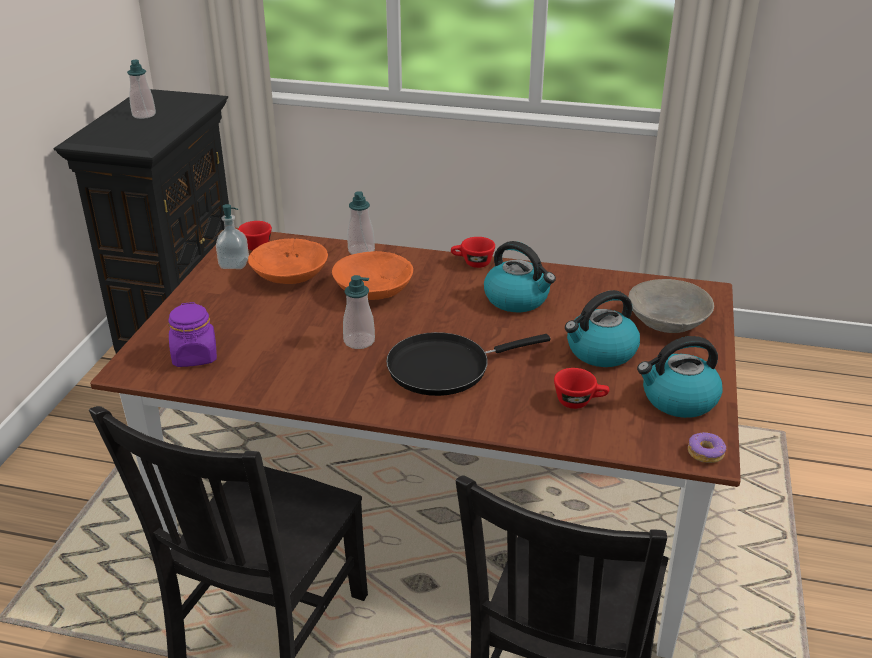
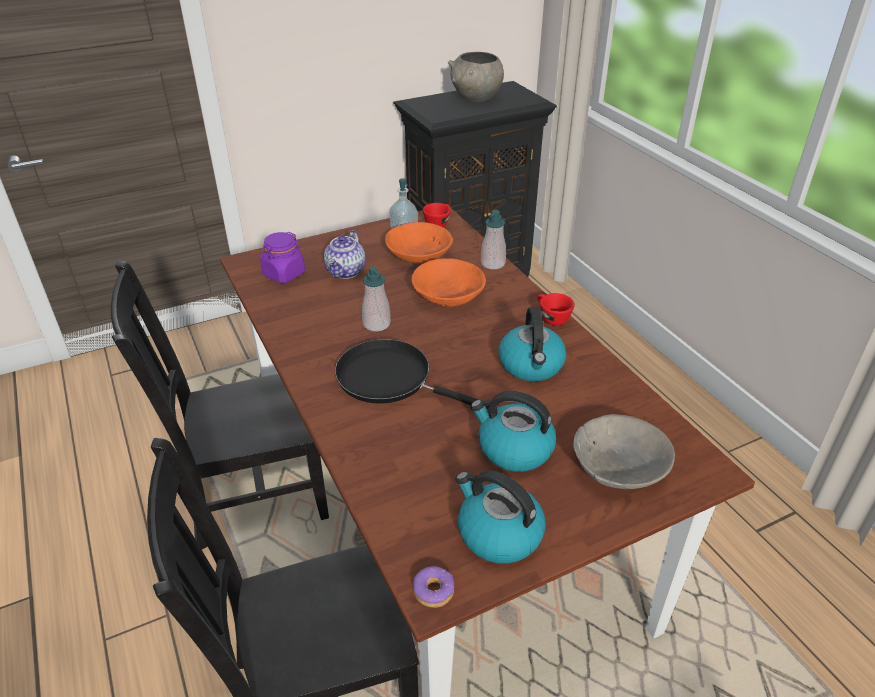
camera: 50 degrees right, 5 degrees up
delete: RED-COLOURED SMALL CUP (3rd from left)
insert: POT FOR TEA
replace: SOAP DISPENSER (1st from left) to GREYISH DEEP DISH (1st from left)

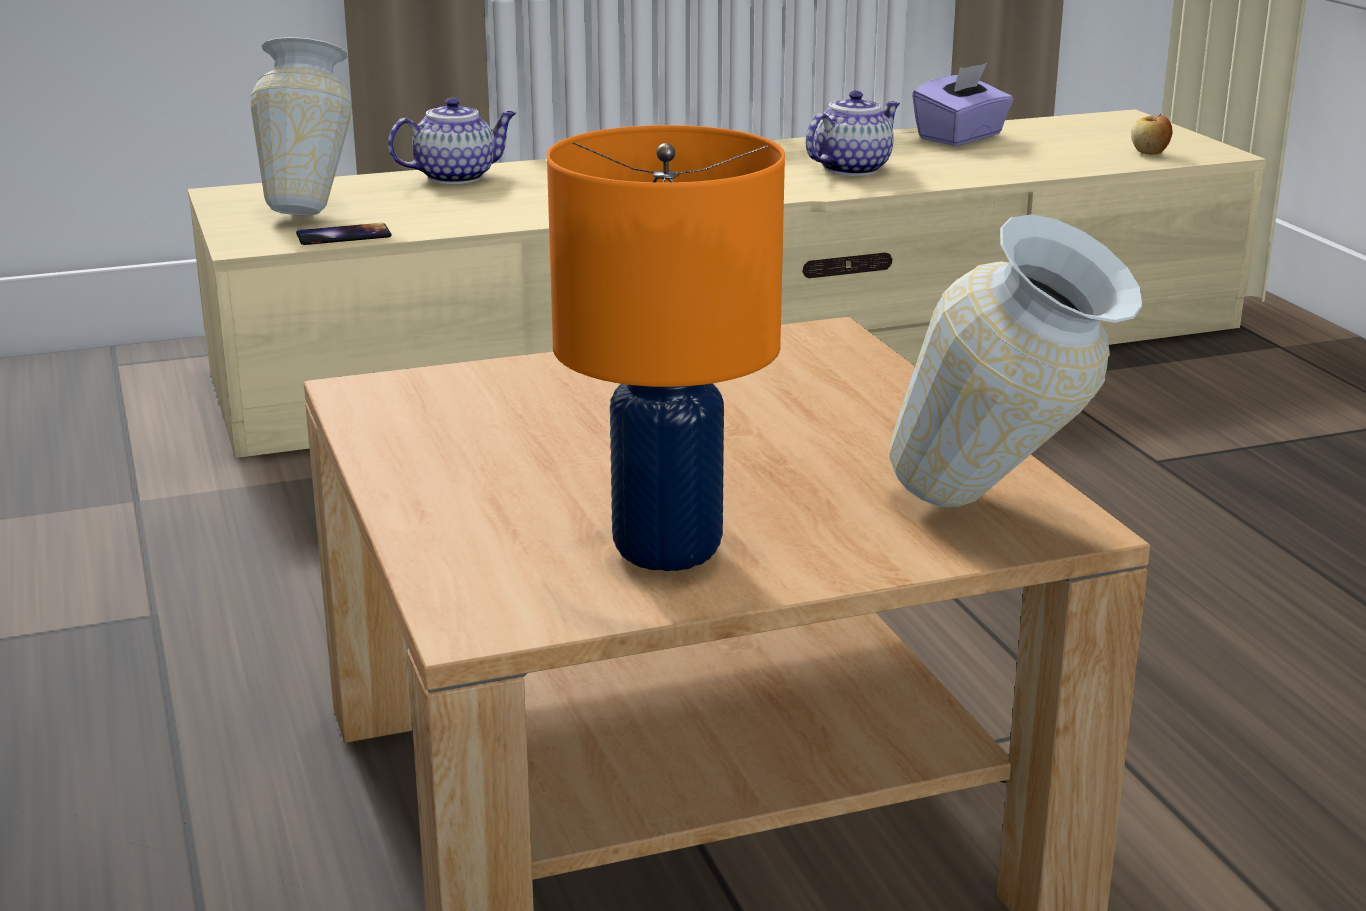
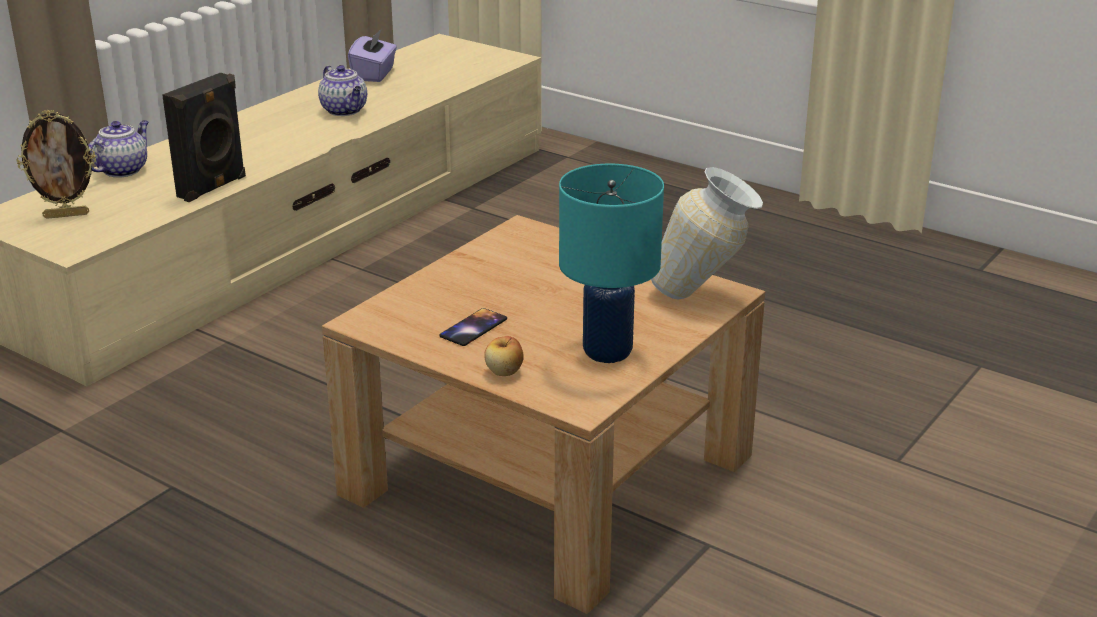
camera: 35 degrees left, 5 degrees up
insert: BLACK-COLOURED LOUDSPEAKER
move: APPLE; TELEPHONE
replace: FLOWER VASE (1st from left) to PHOTO FRAME
recolor: ORANGE TABLE LAMP to TURQUOISE TABLE LAMP
rotate: POT FOR TEA (2nd from left) 135 degrees clockwise

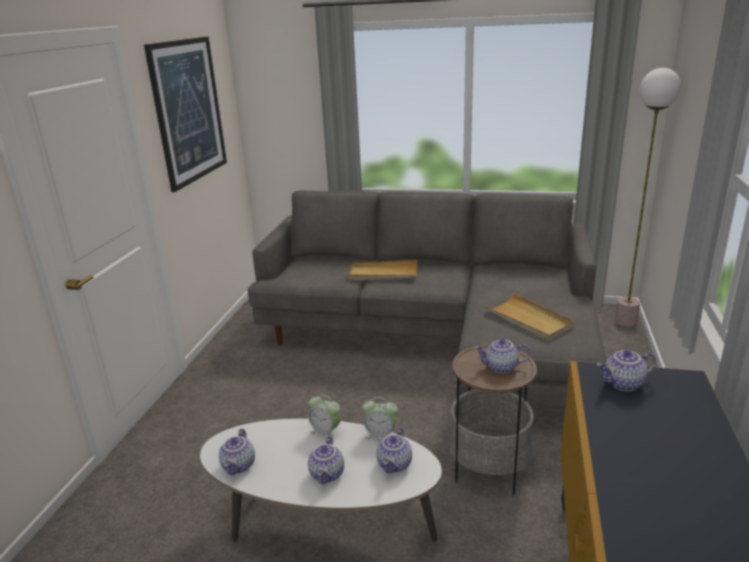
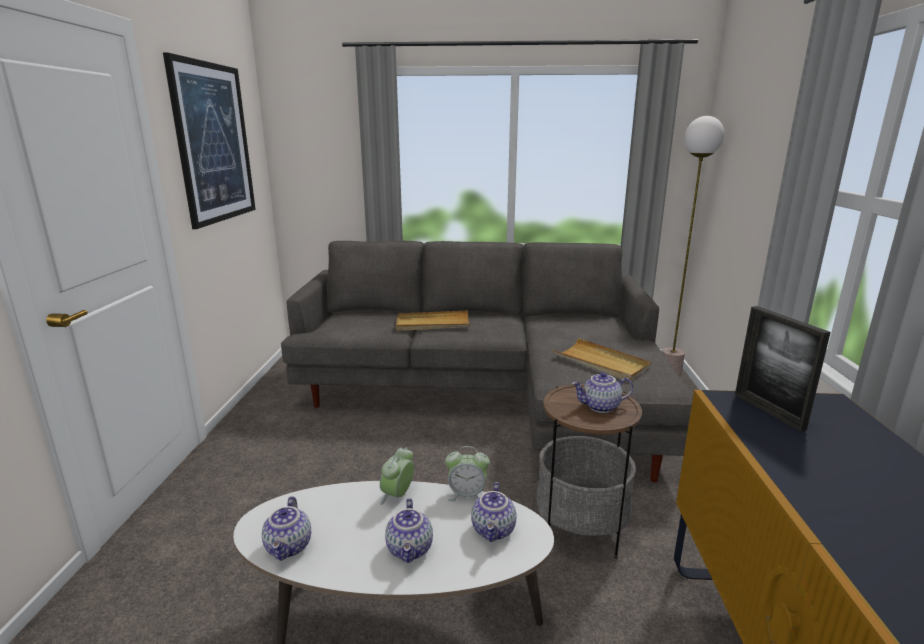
camera: 10 degrees left, 5 degrees down
replace: POT FOR TEA (5th from left) to PHOTO FRAME
rotate: BEDSIDE CLOCK (1st from left) 90 degrees clockwise

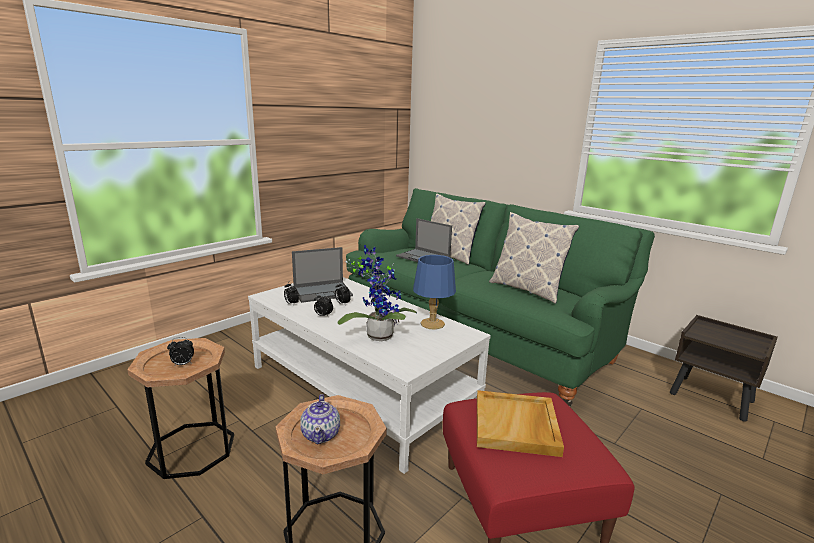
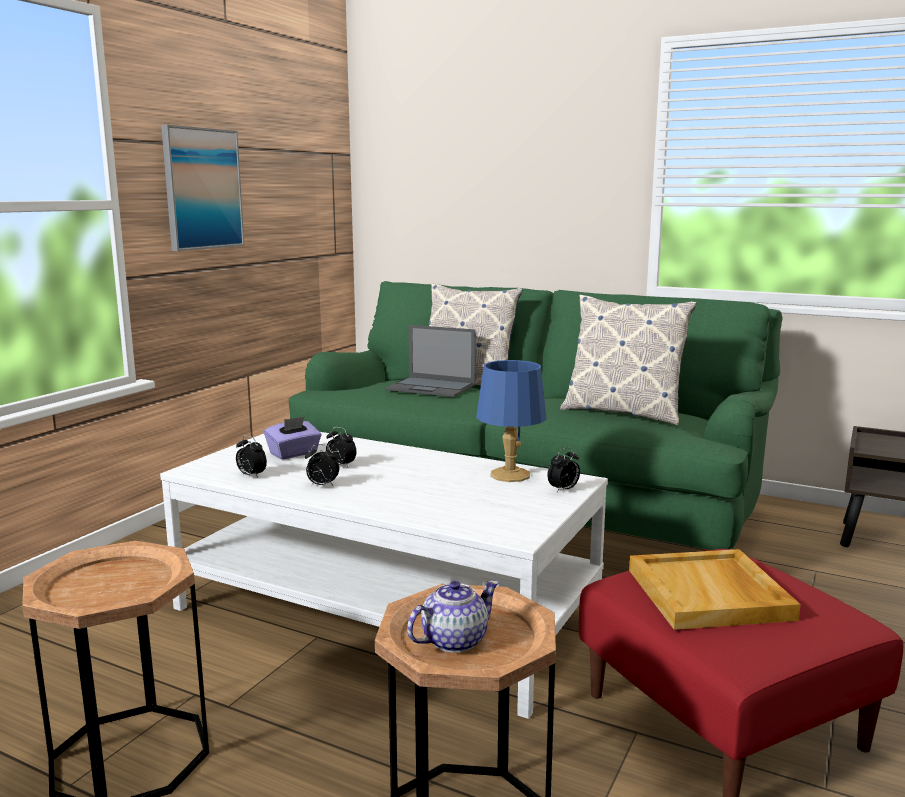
camera: 15 degrees left, 5 degrees down
delete: POTTED PLANT
insert: PICTURE
move: BEDSIDE CLOCK (1st from left in the first image) to BEDSIDE CLOCK (4th from left)
replace: NOTEBOOK COMPUTER (1st from left) to PURPLE TISSUE BOX
rotate: POT FOR TEA 105 degrees counterclockwise

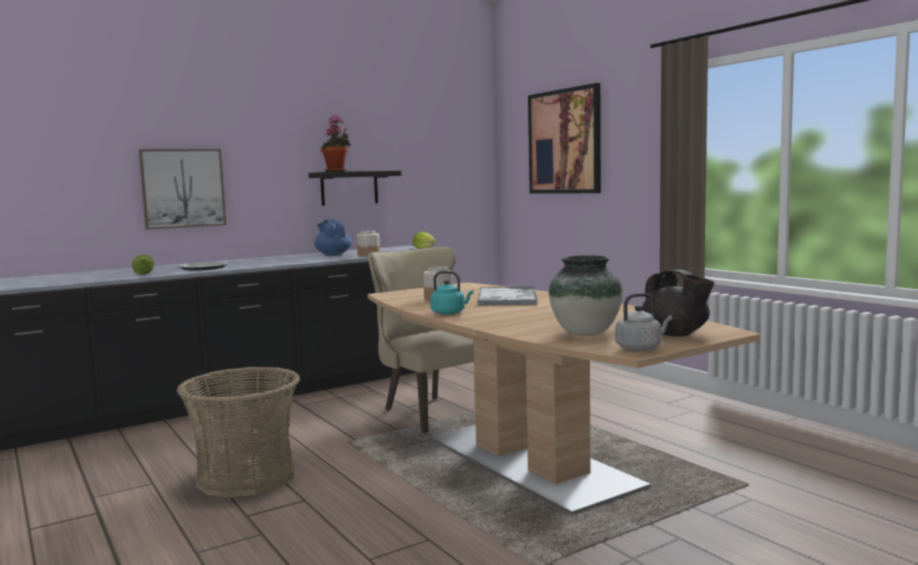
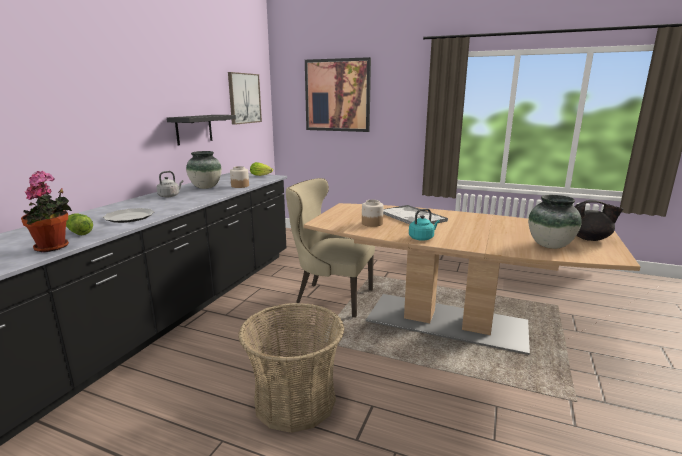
camera: 35 degrees left, 10 degrees up
move: POTTED PLANT; PICTURE (1st from left); GREYISH KETTLE
replace: BLUE-COLOURED POT FOR TEA to FLOWER VASE (1st from left)

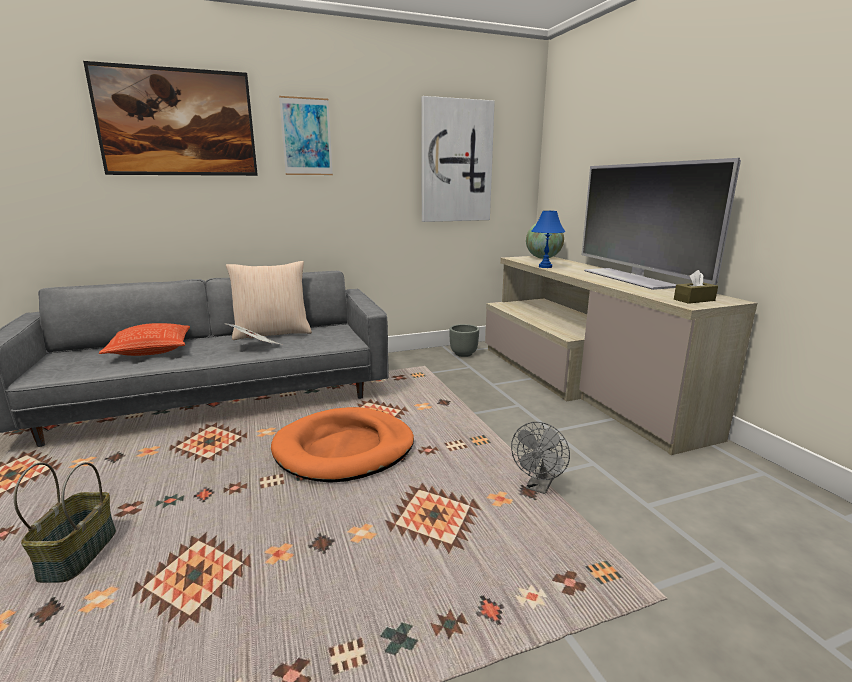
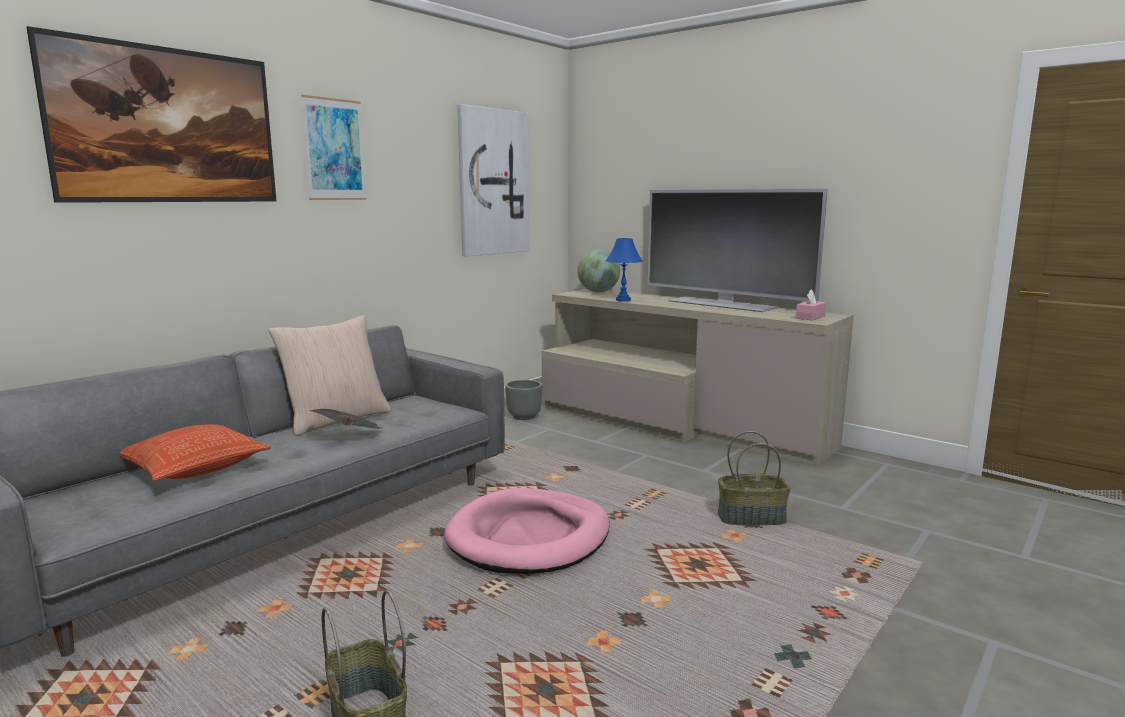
camera: 30 degrees left, 5 degrees down
replace: GREYISH COOLING FAN to BASKET (2nd from left)
recolor: BROWN-COLOURED TISSUE BOX to PINKISH TISSUE BOX; ORANGE PET BED to PINKISH PET BED

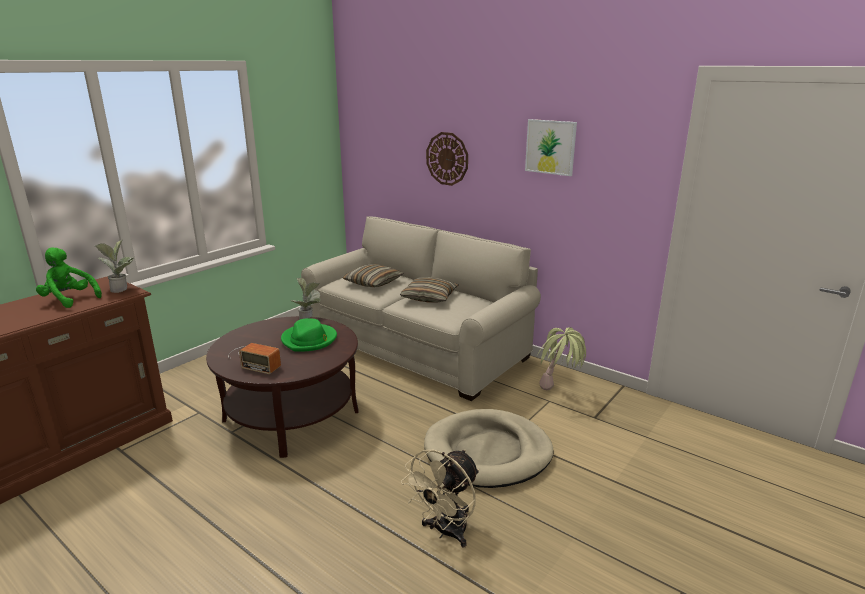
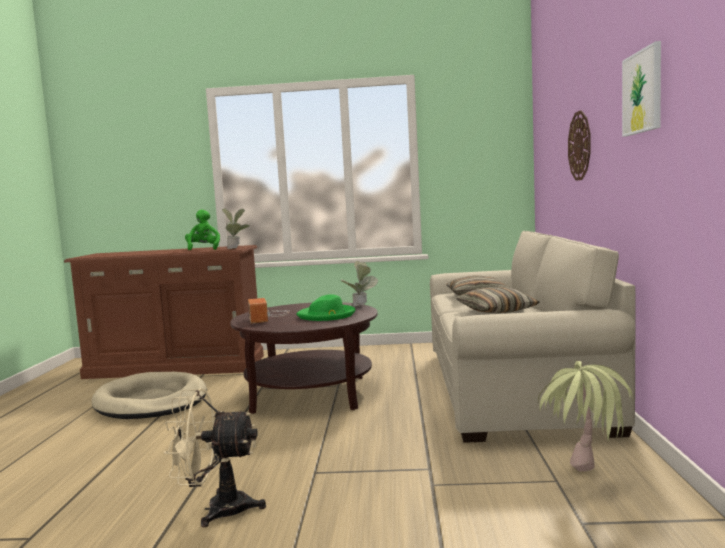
camera: 55 degrees right, 15 degrees down
move: SAND-COLOURED PET BED

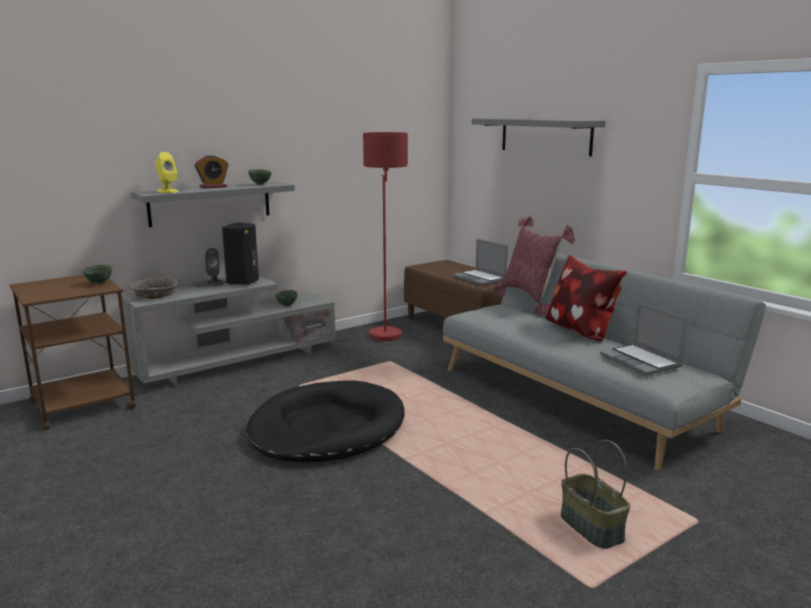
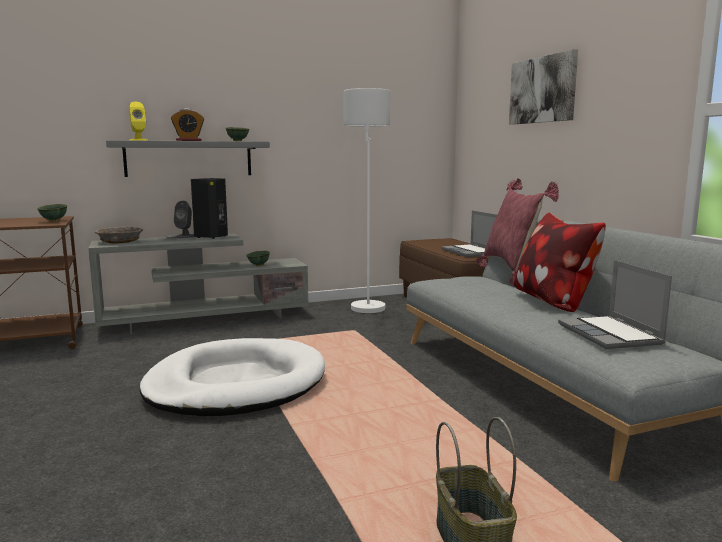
camera: 15 degrees right, 5 degrees down
replace: GREYISH WALL SHELF (2nd from left) to PICTURE
recolor: RED-COLOURED STANDARD LAMP to WHITE-COLOURED STANDARD LAMP; BLACK-COLOURED PET BED to WHITE-COLOURED PET BED

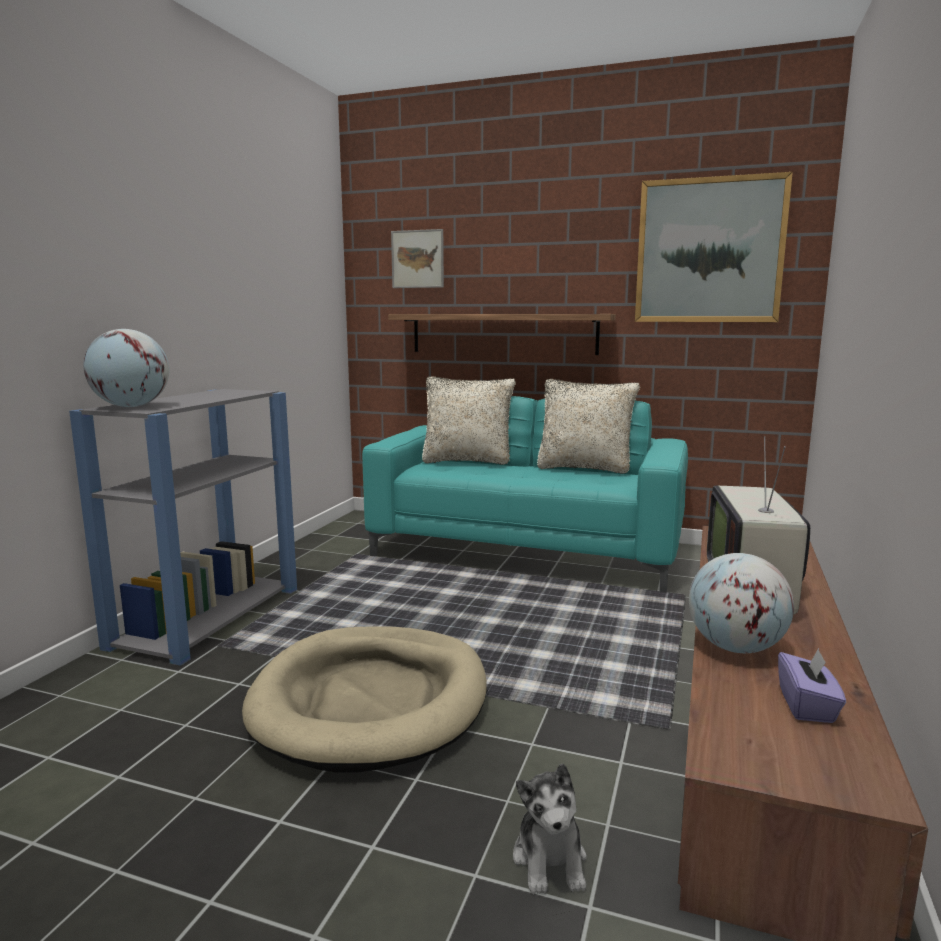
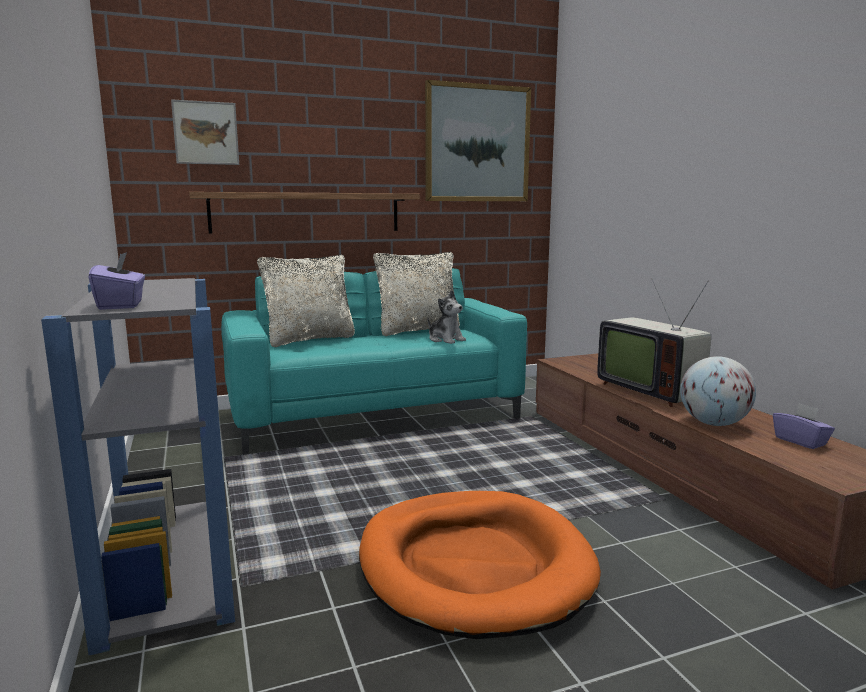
camera: 40 degrees left, 0 degrees up
move: CUDDLY TOY
replace: DESK GLOBE (1st from left) to PURPLE TISSUE BOX (1st from left)
recolor: SAND-COLOURED PET BED to ORANGE PET BED

